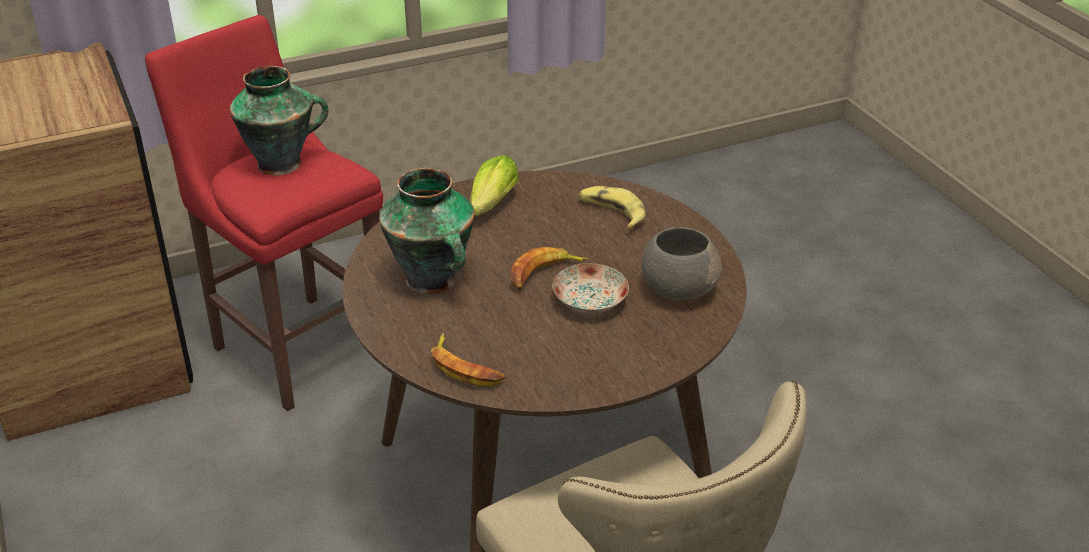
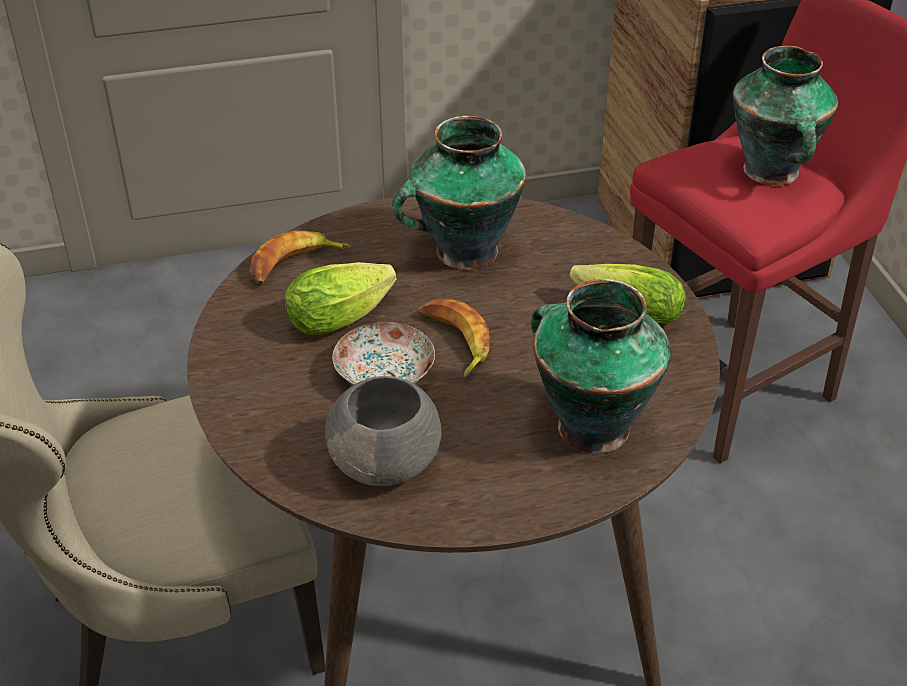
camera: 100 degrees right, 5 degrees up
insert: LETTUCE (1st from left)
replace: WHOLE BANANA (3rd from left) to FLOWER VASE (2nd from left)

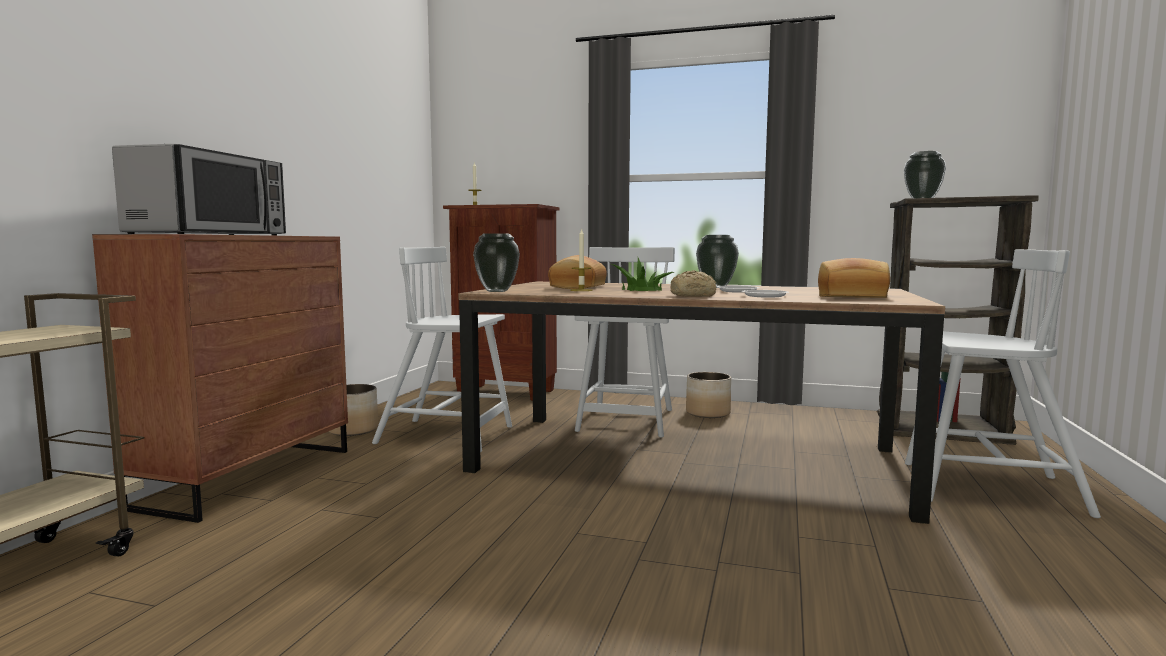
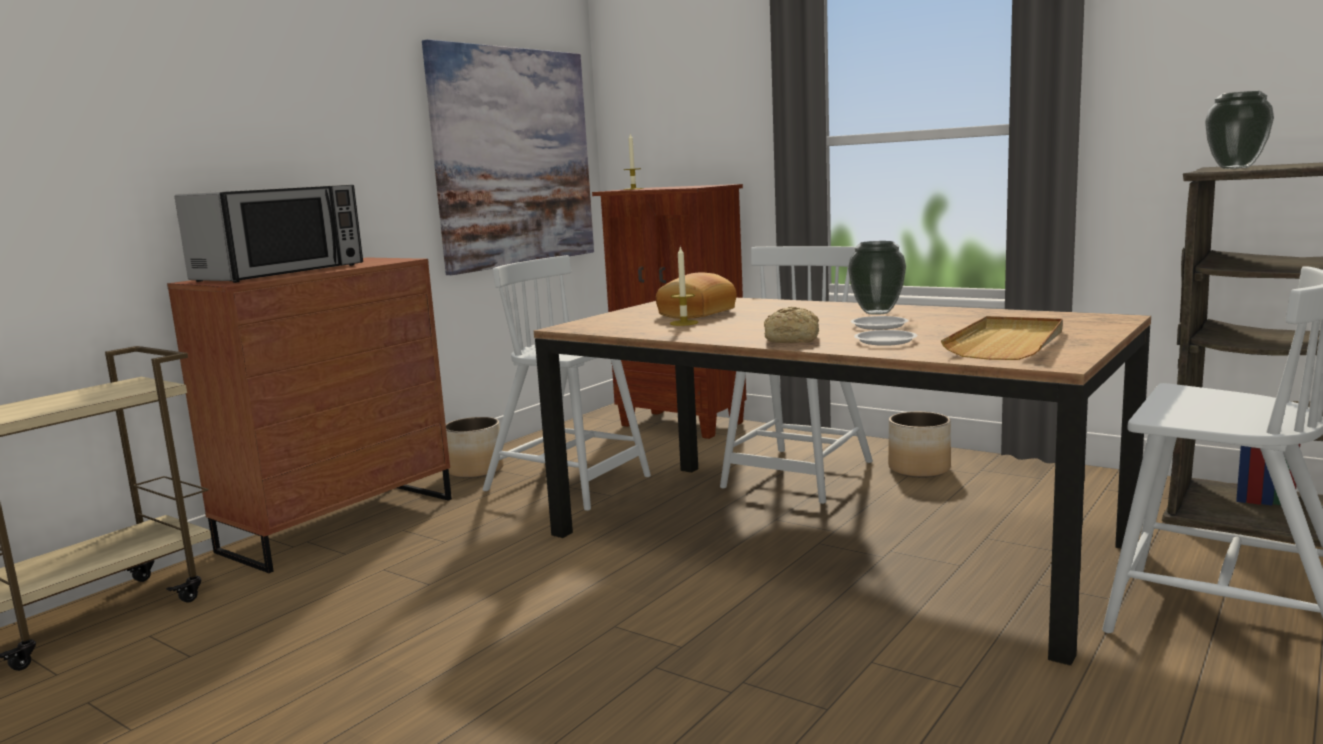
camera: 20 degrees right, 5 degrees up
delete: FLOWER VASE (1st from left); POTTED PLANT
insert: PICTURE
replace: BAKED BREAD (3rd from left) to SAND-COLOURED TRAY

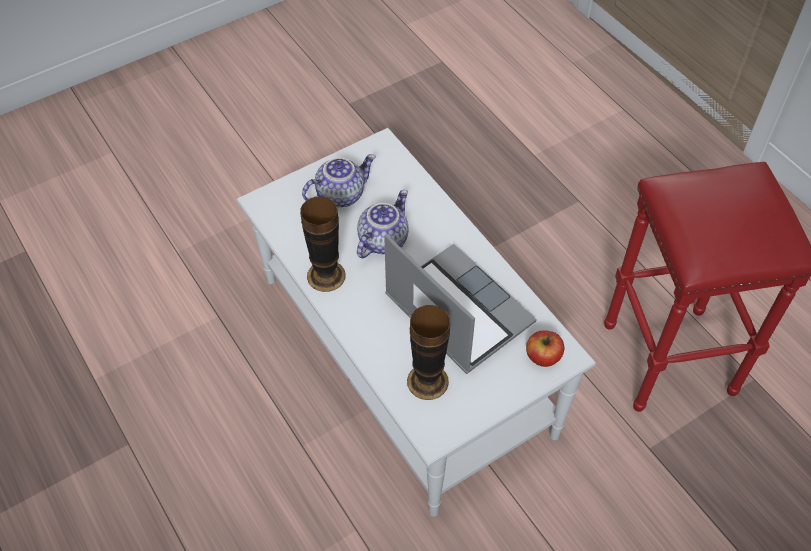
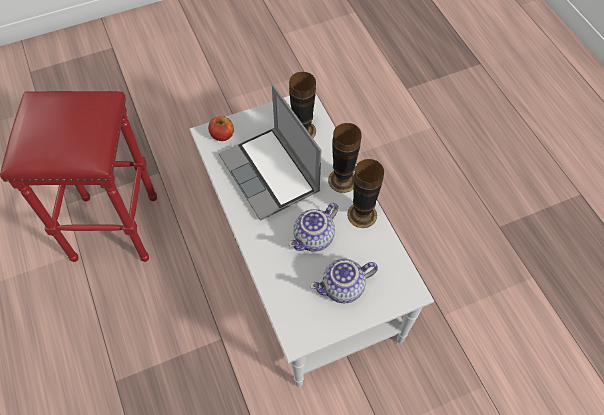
camera: 170 degrees left, 5 degrees up
insert: FLOWER VASE (2nd from left)

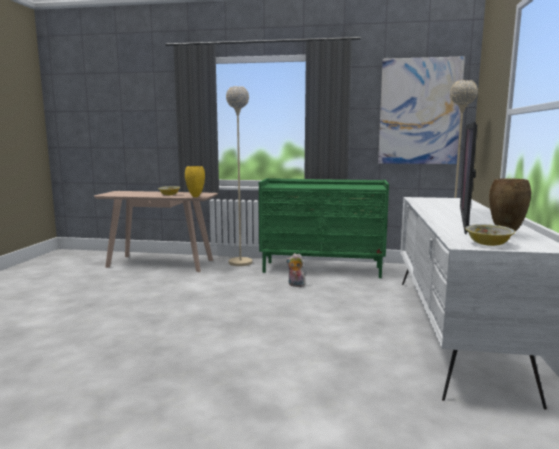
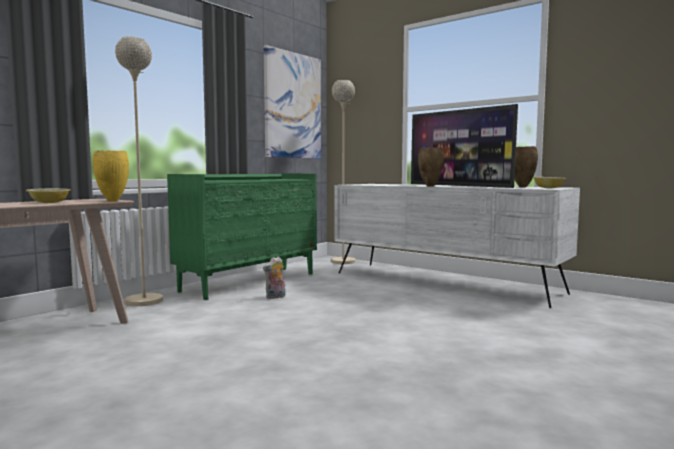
camera: 60 degrees left, 5 degrees down
insert: BROWN-COLOURED FLOWER VASE (1st from left)

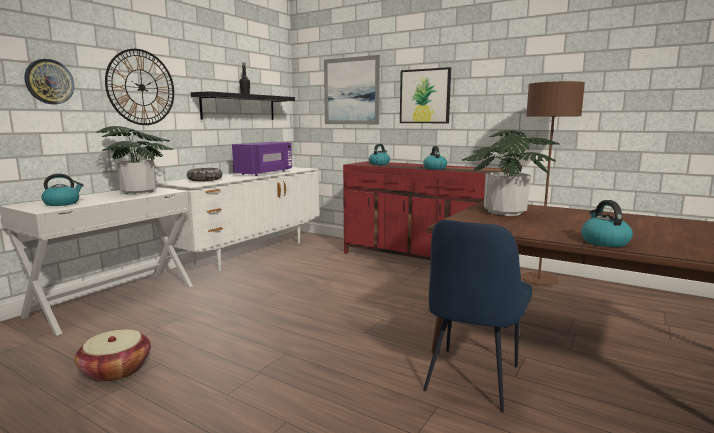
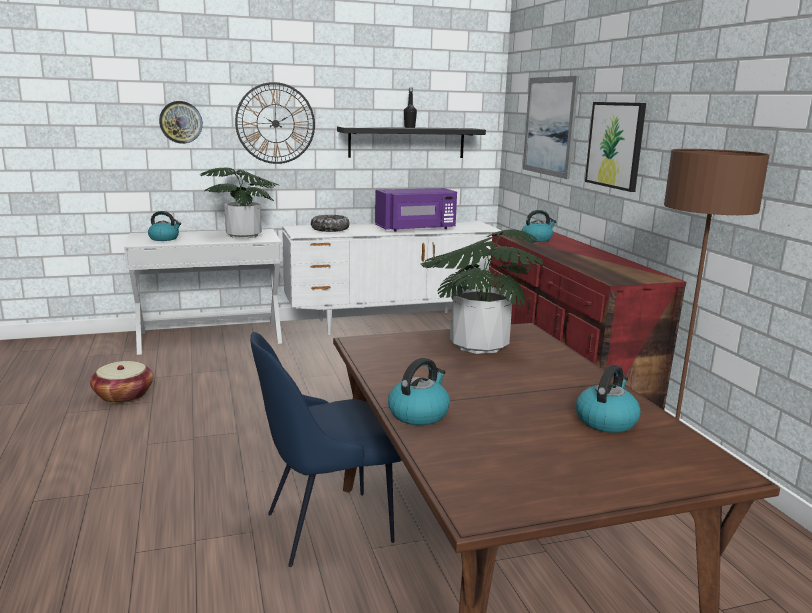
camera: 40 degrees right, 5 degrees up
move: KETTLE (3rd from left in the first image) to KETTLE (4th from left)

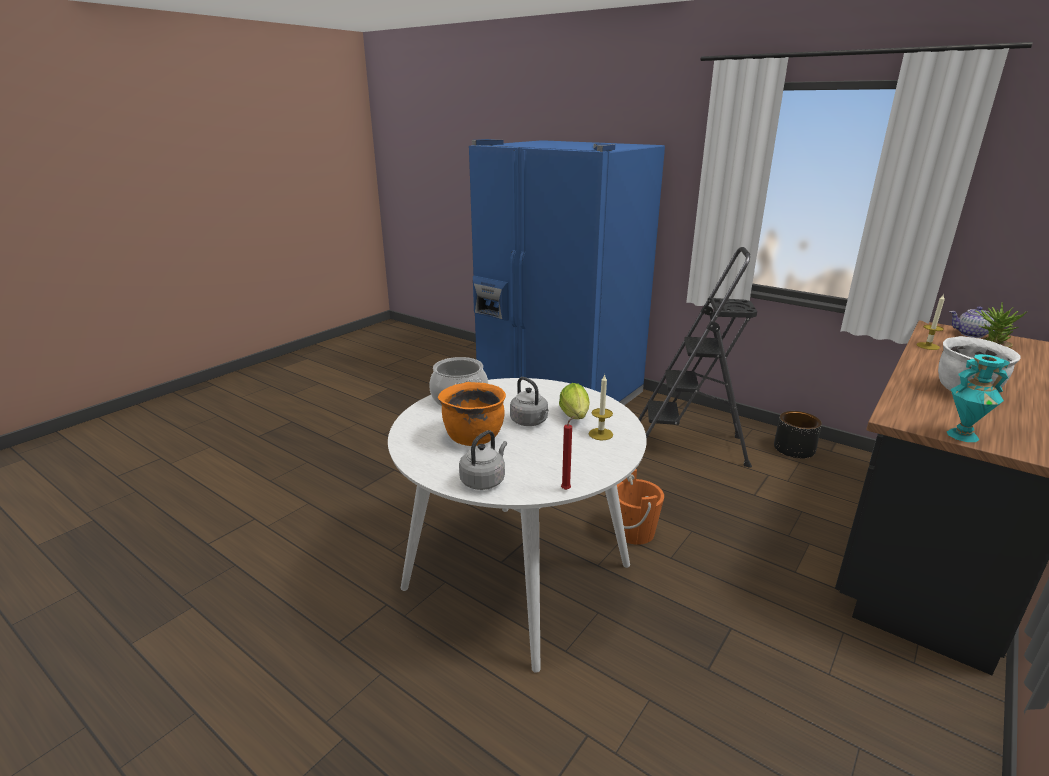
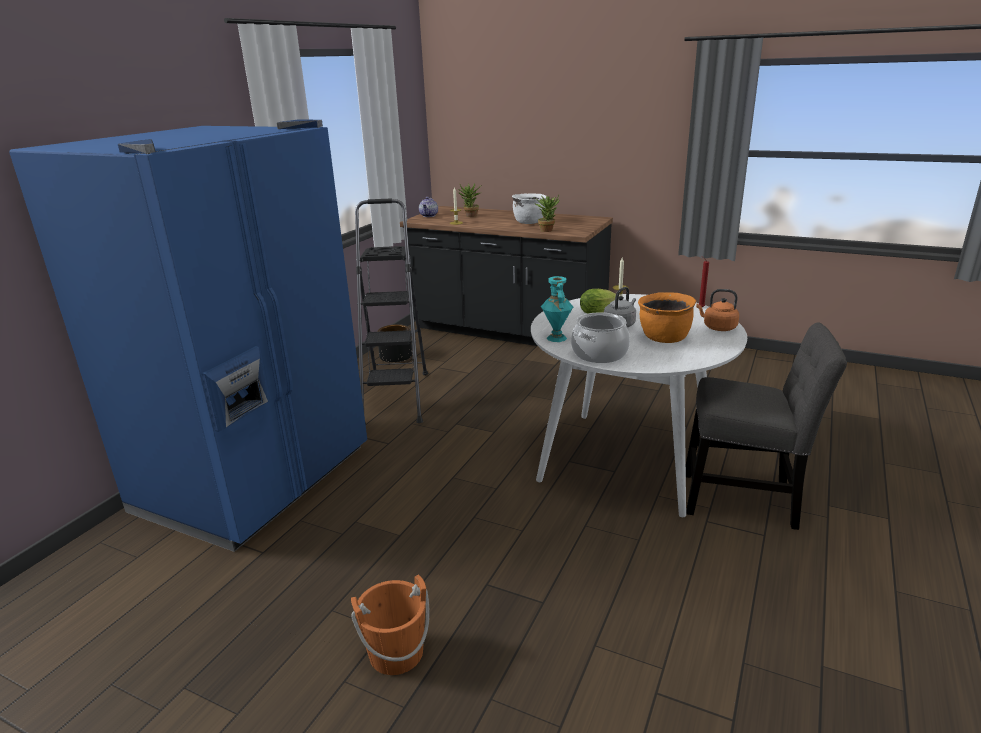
camera: 100 degrees left, 0 degrees up
insert: POTTED PLANT (2nd from left); GREYISH CHAIR
move: TURQUOISE FLOWER VASE; ORANGE PAIL
recolor: GREYISH KETTLE (1st from left) to ORANGE KETTLE

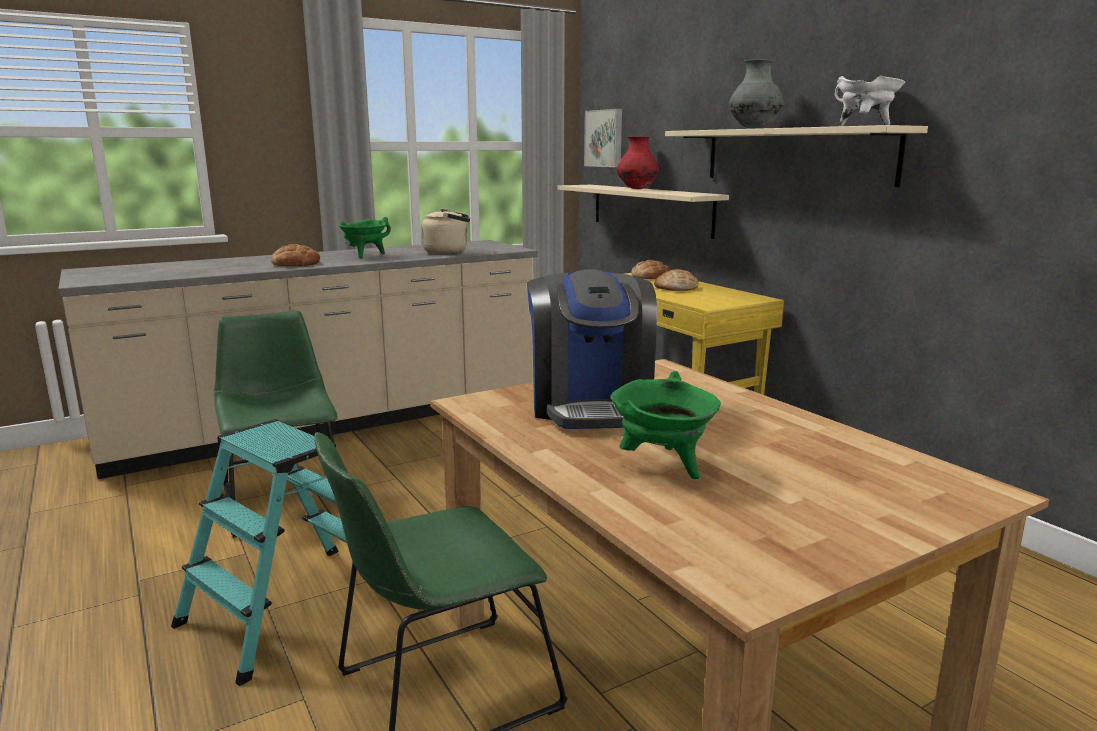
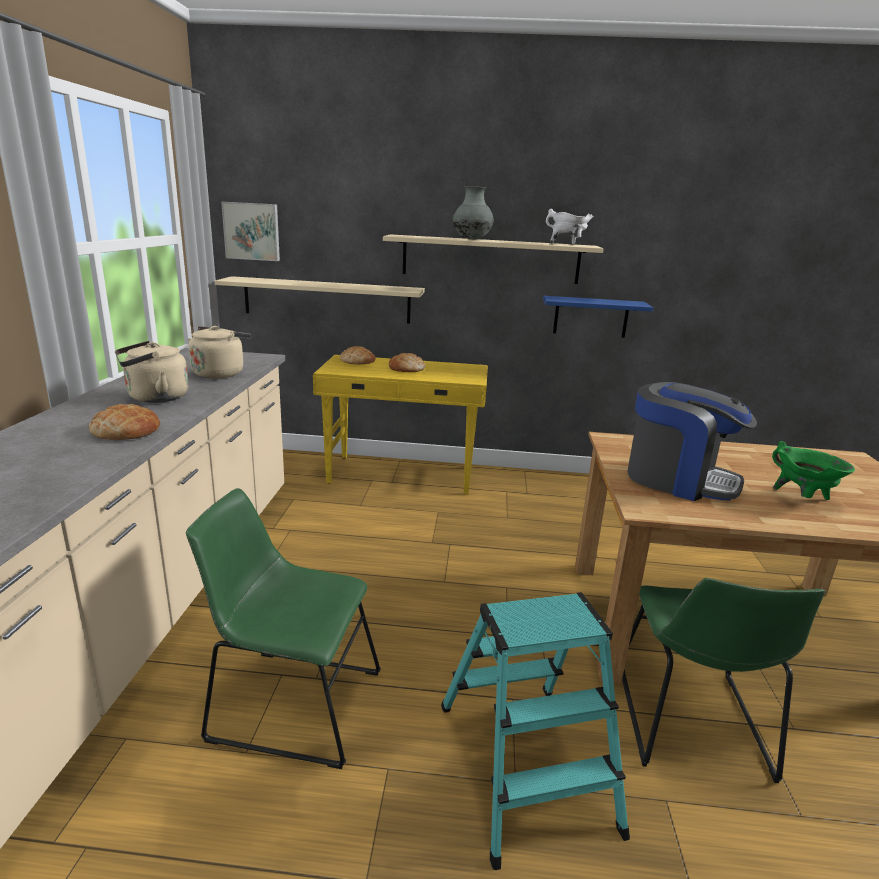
camera: 55 degrees left, 5 degrees up
delete: RED-COLOURED FLOWER VASE
insert: BLUE-COLOURED WALL SHELF
replace: GREEN STOCKPOT (1st from left) to SAND-COLOURED KETTLE (1st from left)

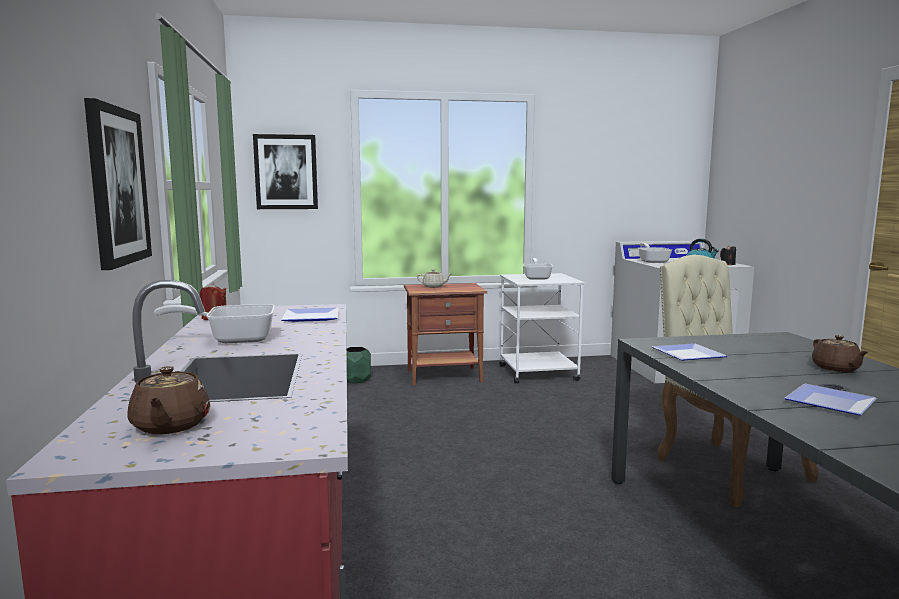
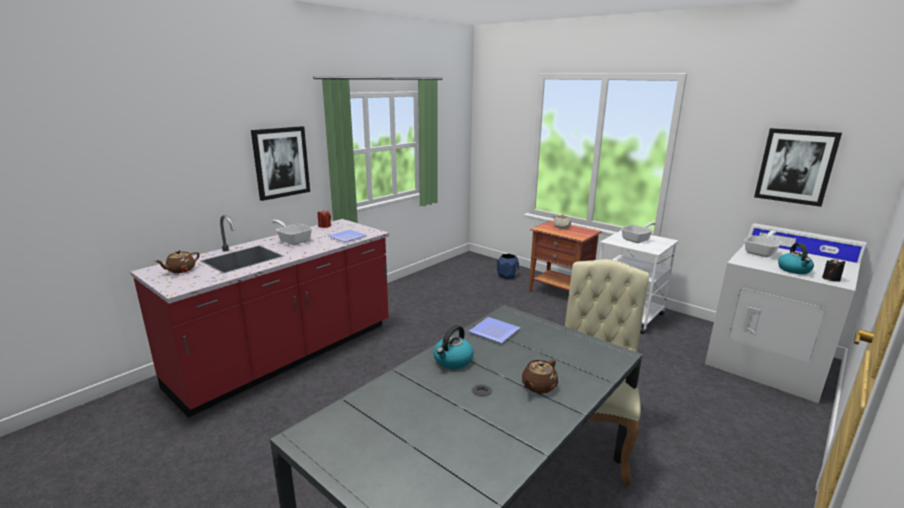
camera: 50 degrees right, 10 degrees up
delete: PLATE (3rd from left)
insert: KETTLE (1st from left)
move: PICTURE (2nd from left)
recolor: GREEN FLOWER POT to BLUE-COLOURED FLOWER POT

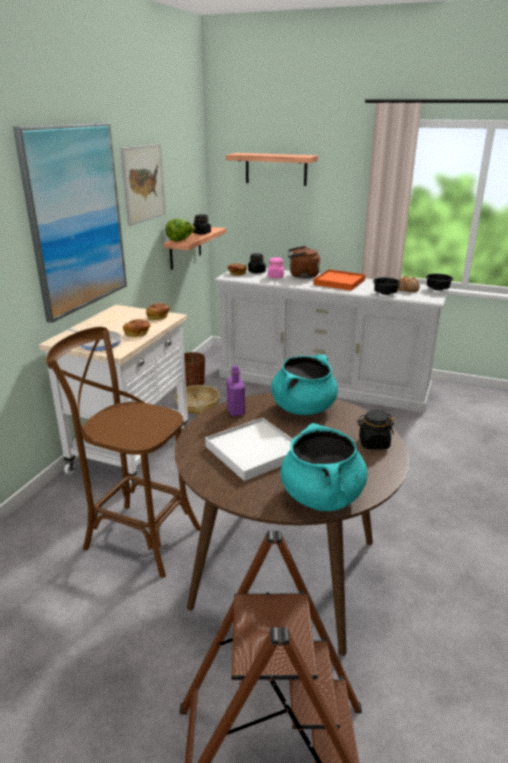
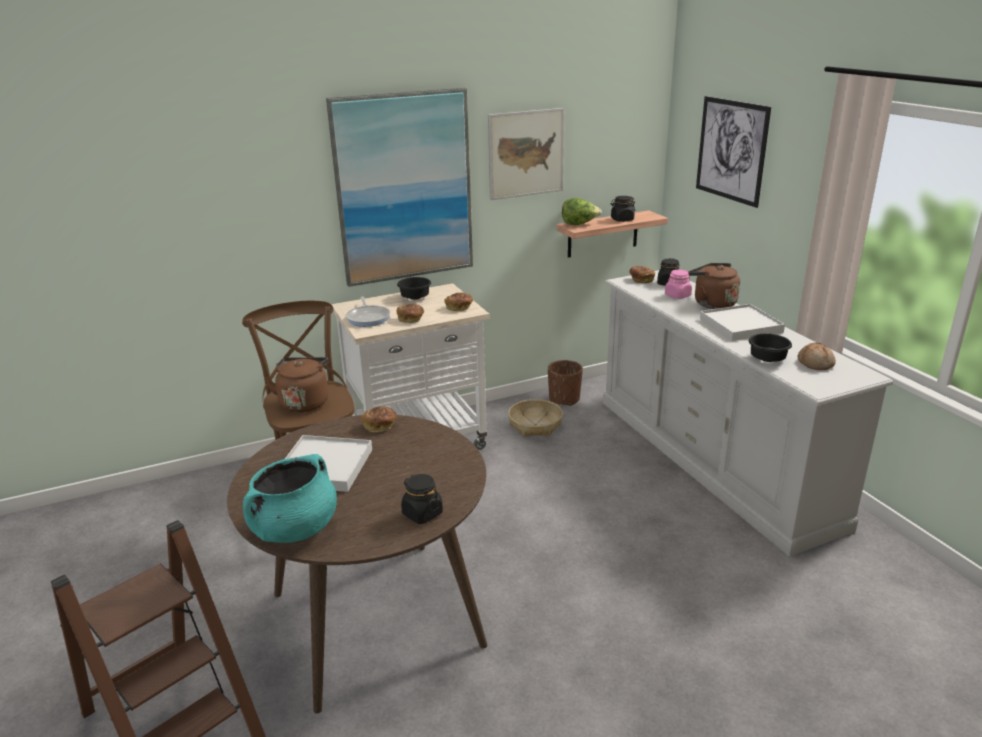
camera: 45 degrees right, 0 degrees up
delete: TURQUOISE STOCKPOT (1st from left)
insert: BROWN-COLOURED KETTLE (1st from left)
move: BLACK-COLOURED DEEP DISH (2nd from left in the first image) to BLACK-COLOURED DEEP DISH (1st from left)
replace: WALL SHELF (2nd from left) to PICTURE (3rd from left); PURPLE BEVERAGE BOTTLE to BAKED BREAD (1st from left)
recolor: ORANGE TRAY to WHITE-COLOURED TRAY (2nd from left)

